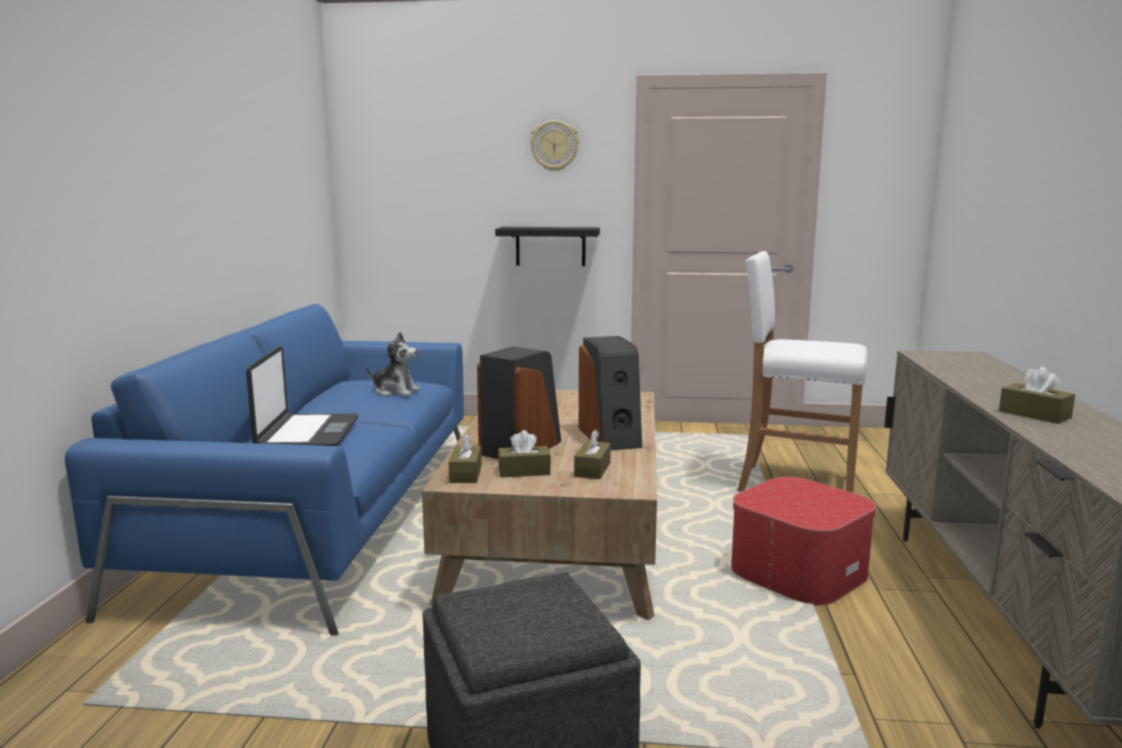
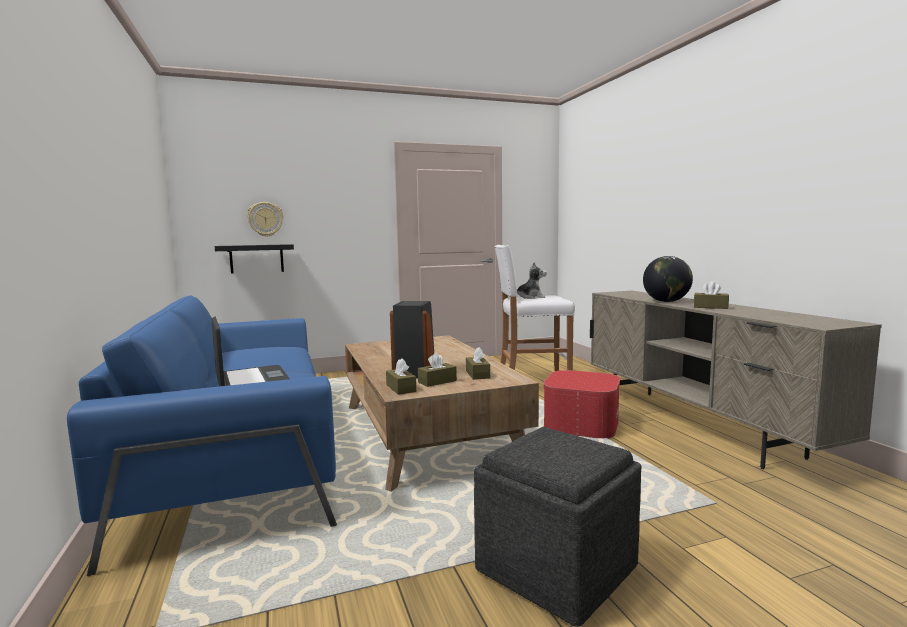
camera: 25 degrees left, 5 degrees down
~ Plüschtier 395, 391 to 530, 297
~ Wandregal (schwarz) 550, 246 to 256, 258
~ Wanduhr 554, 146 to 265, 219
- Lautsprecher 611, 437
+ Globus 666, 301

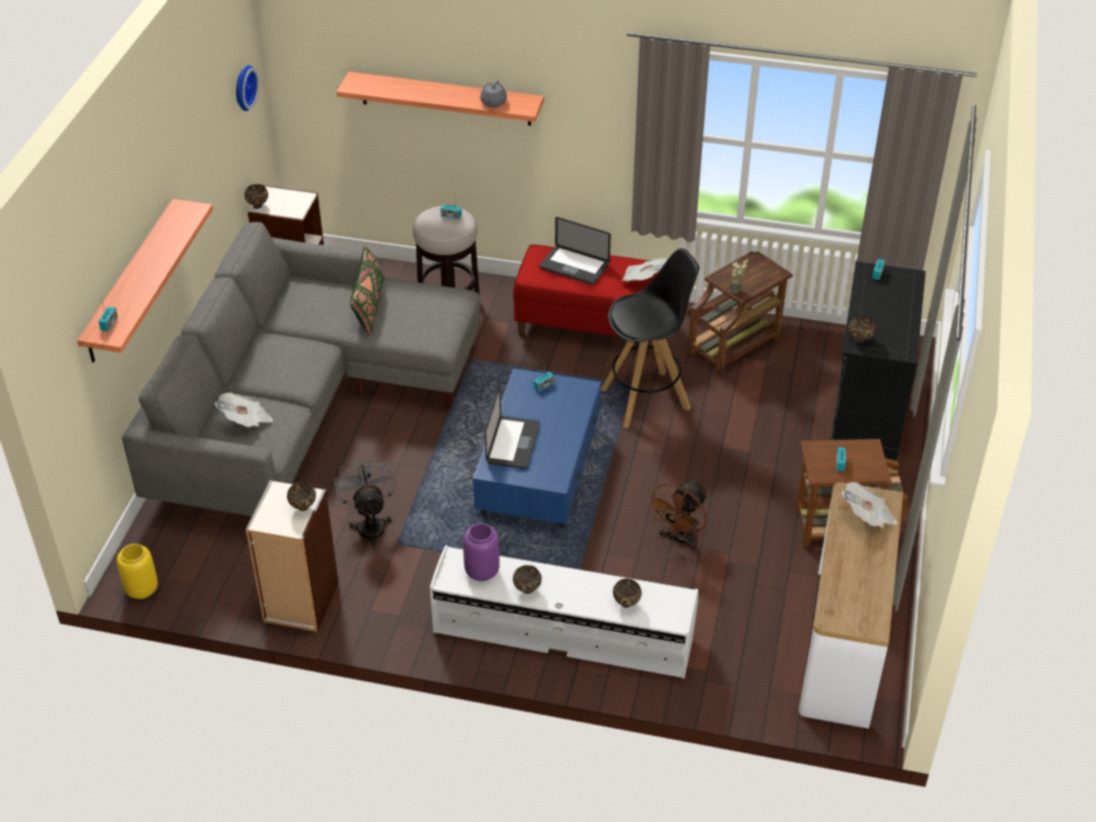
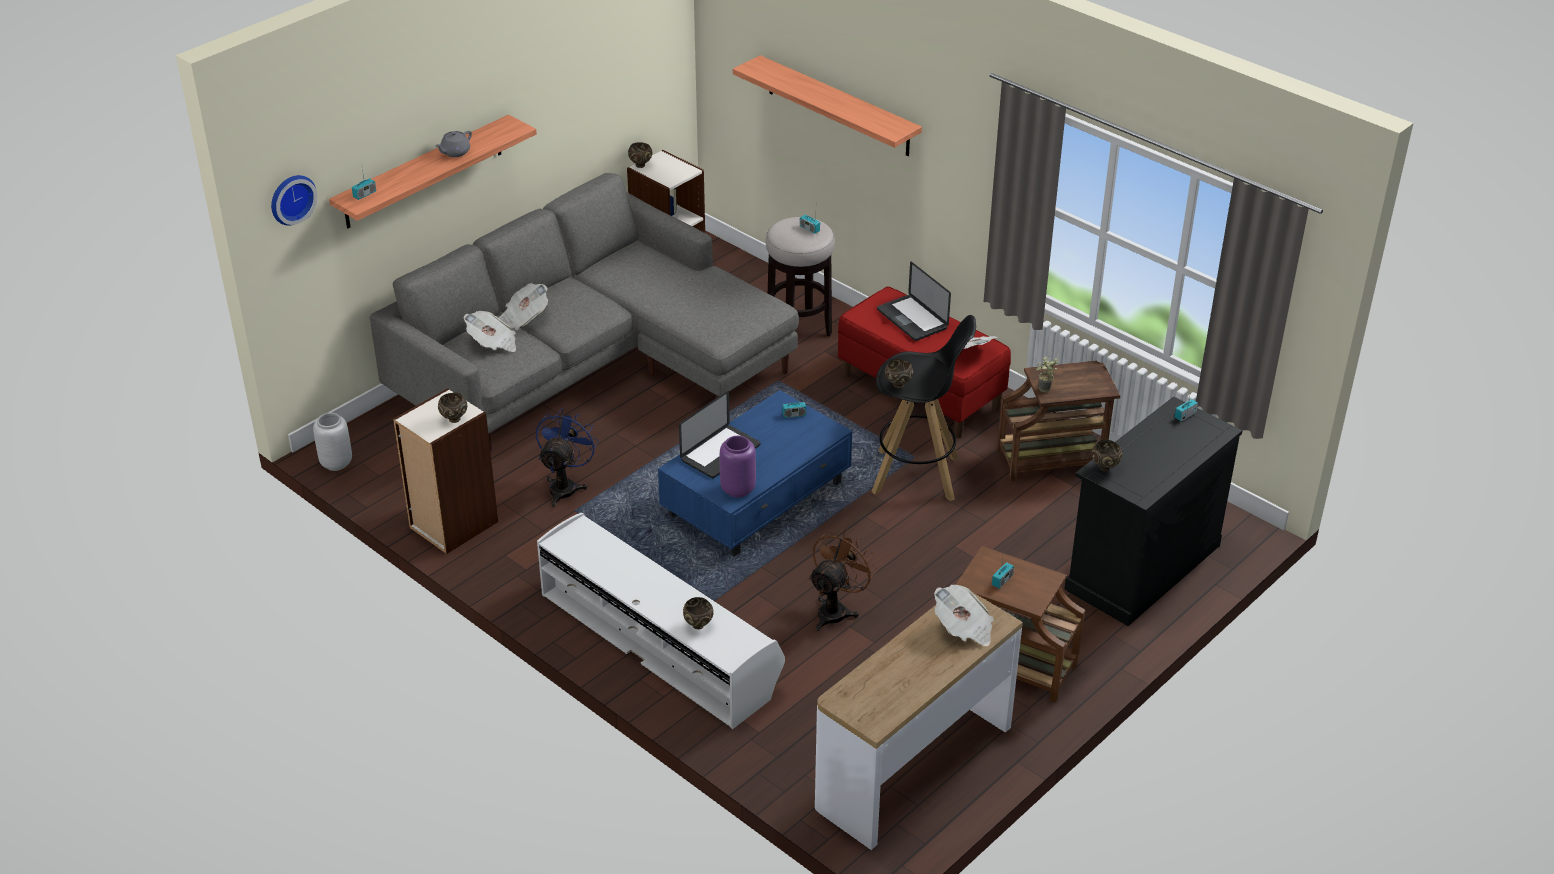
camera: 30 degrees right, 5 degrees down
~ Vase (gelb) 142, 589 to Vase (grau) 337, 463
~ Wanduhr 243, 87 to 291, 198
~ Ventilator (grau) 370, 525 to Ventilator (blau) 566, 486
- Kissen (grün) 369, 306
~ Vase (lila) 482, 572 to 737, 490
~ Teekanne (grau) 493, 102 to 455, 152
~ Schüssel (braun) 526, 590 to 897, 385
~ Ventilator (braun) 679, 540 = 836, 610 150 degrees clockwise
+ Zeitung 523, 318

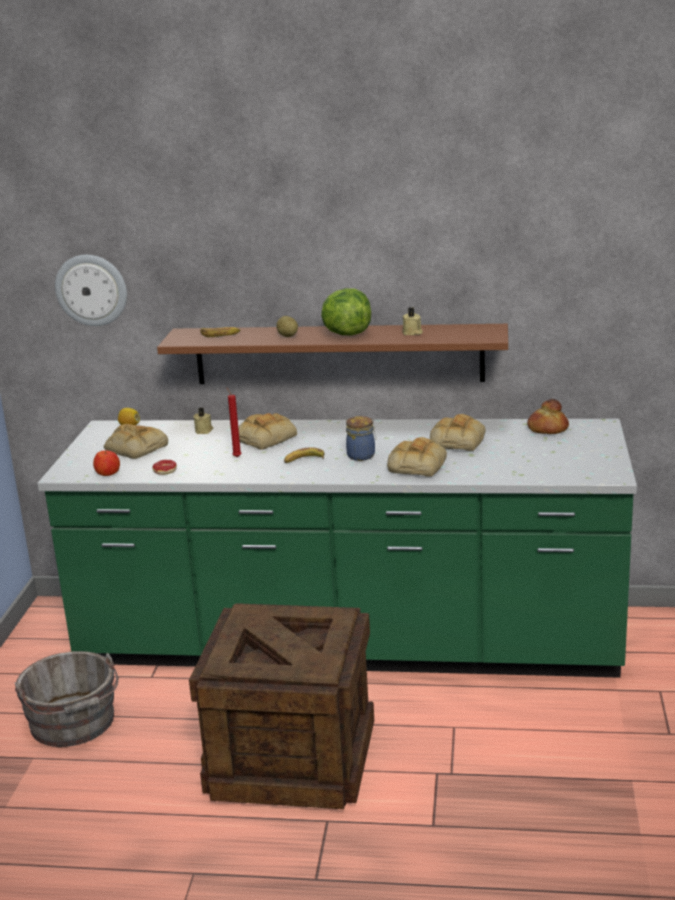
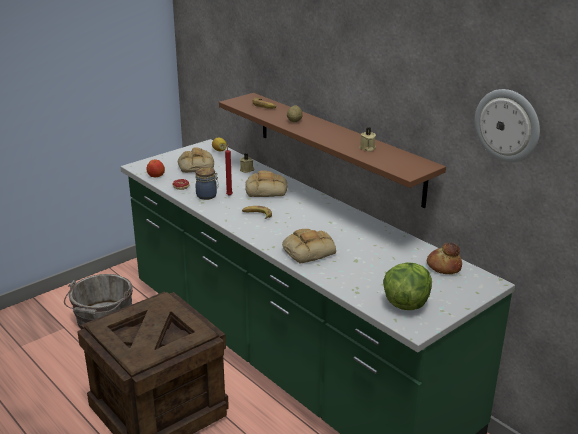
camera: 40 degrees right, 5 degrees up
~ Wanduhr 91, 290 to 507, 125
~ Salatkopf 346, 334 to 406, 303
~ Vorratsglas 362, 455 to 207, 196
- Brot 457, 440

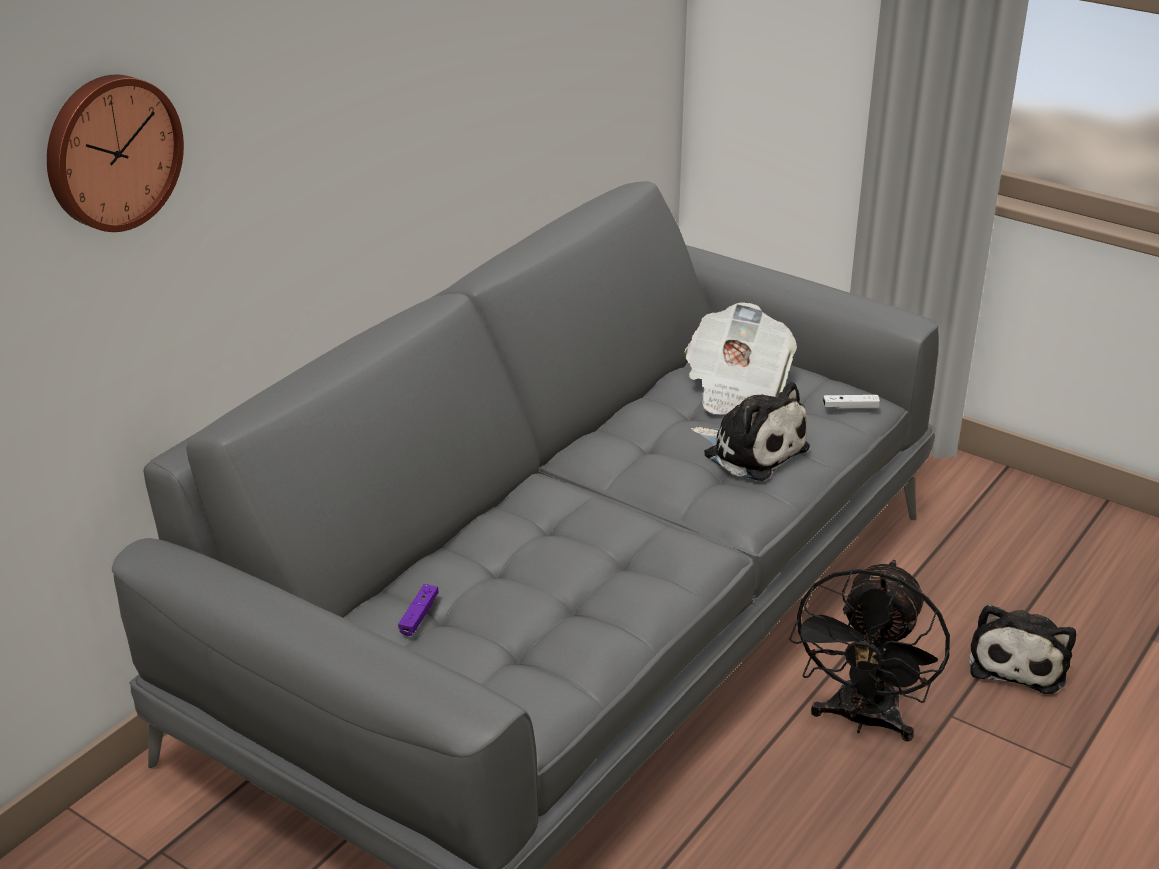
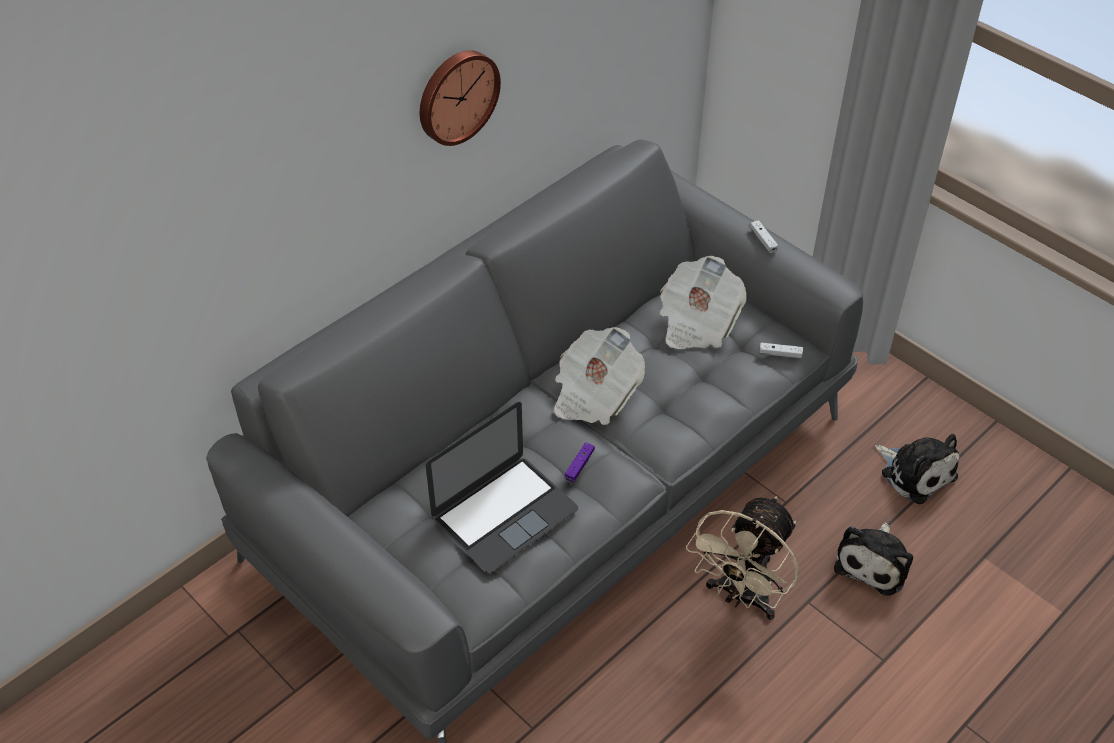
camera: 10 degrees right, 15 degrees up
~ Wanduhr 111, 152 to 456, 96
~ Gamepad (lila) 419, 615 to 579, 465
~ Plüschtier 751, 450 to 915, 472
~ Ventilator (schwarz) 862, 720 to Ventilator (beige) 742, 597
+ Laptop 505, 513
+ Zeitung 594, 394
+ Gamepad (weiß) 763, 240

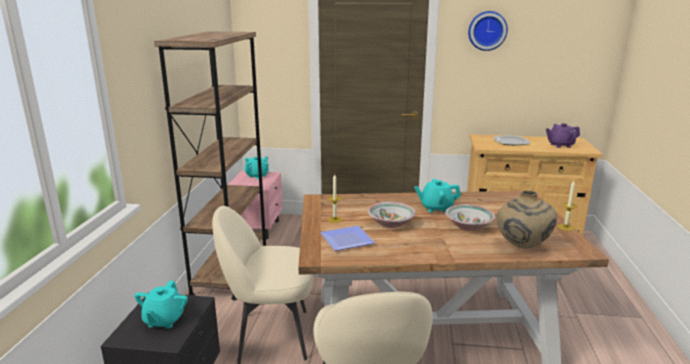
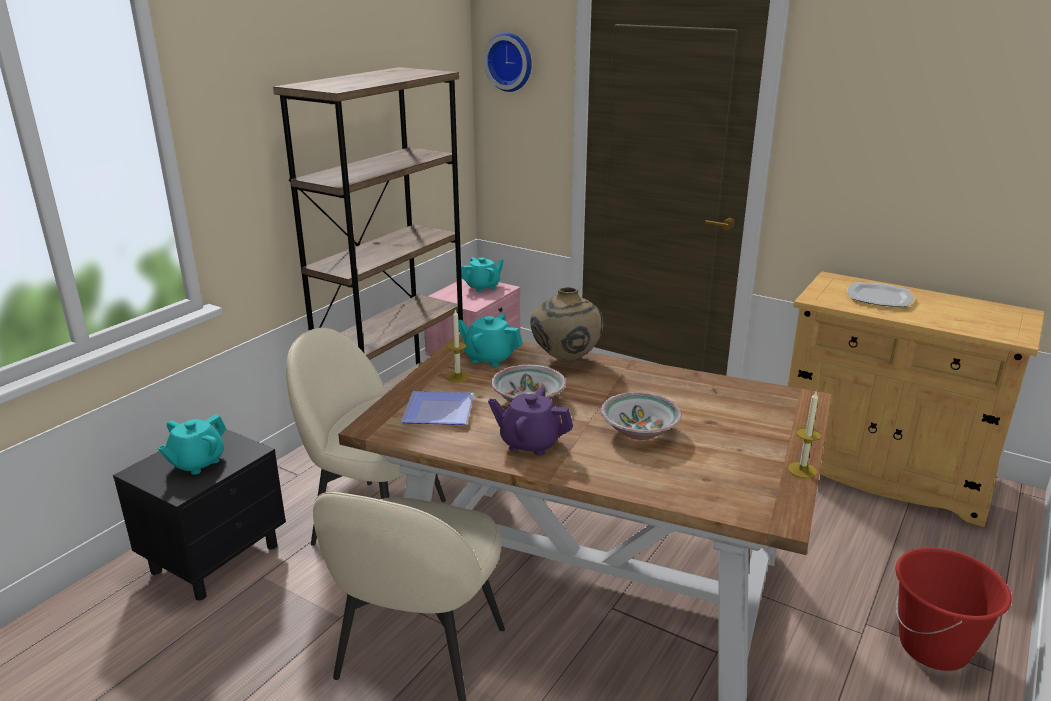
camera: 25 degrees right, 5 degrees up
~ Teekanne (türkis) 436, 208 to 489, 358
~ Wanduhr 487, 30 to 510, 61
~ Vase (beige) 521, 247 to 565, 360
~ Teekanne (lila) 560, 145 to 530, 443
+ Eimer (rot) 934, 647

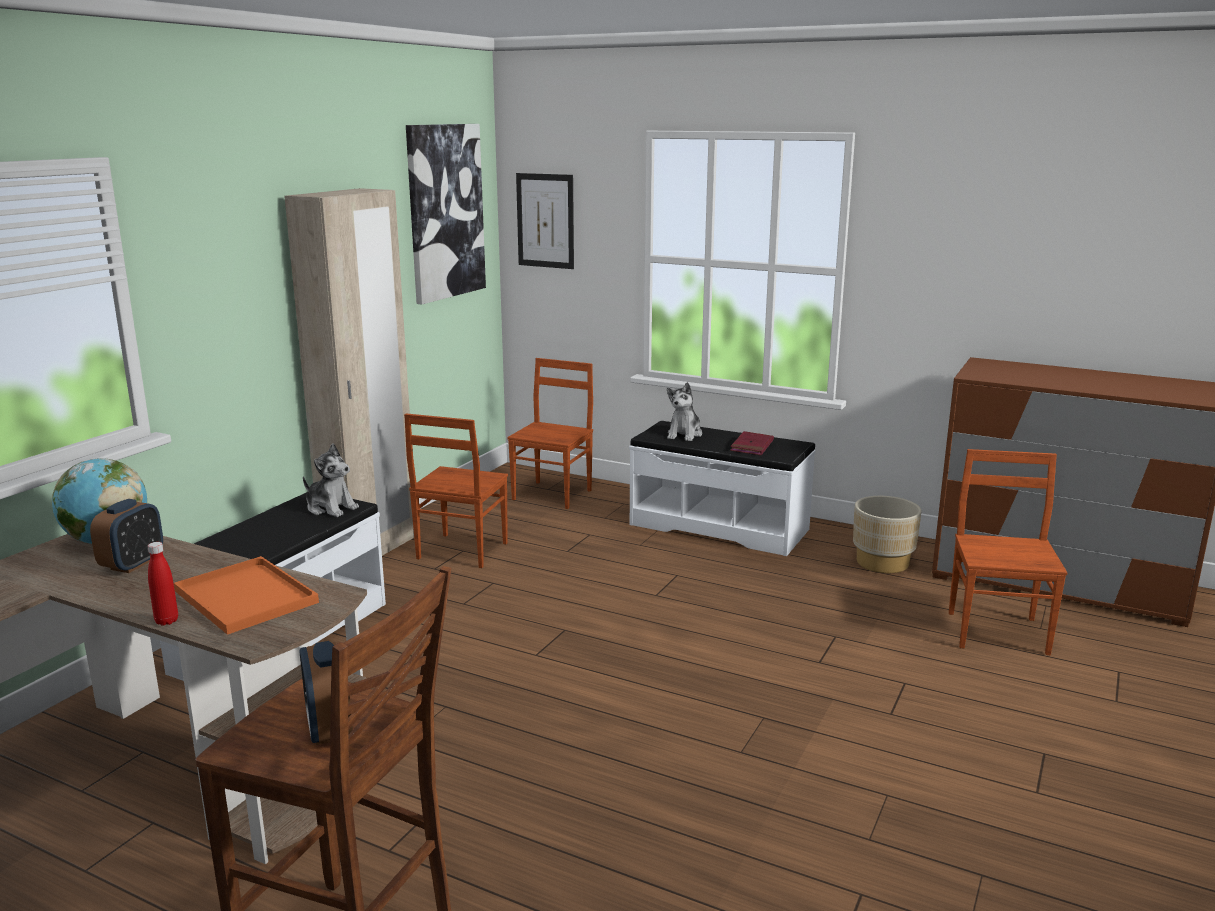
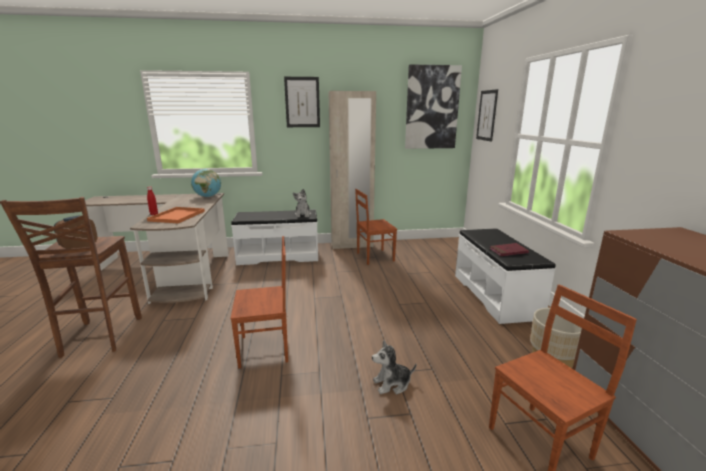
camera: 55 degrees right, 0 degrees up
- Wecker 133, 564
~ Stuhl (braun) 553, 494 to 265, 349
~ Plüschtier 684, 434 to 392, 384
+ Bild 302, 102

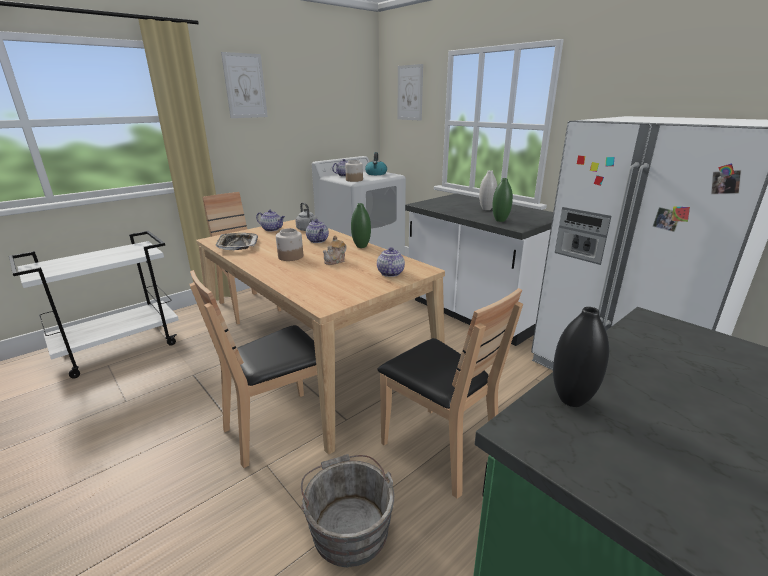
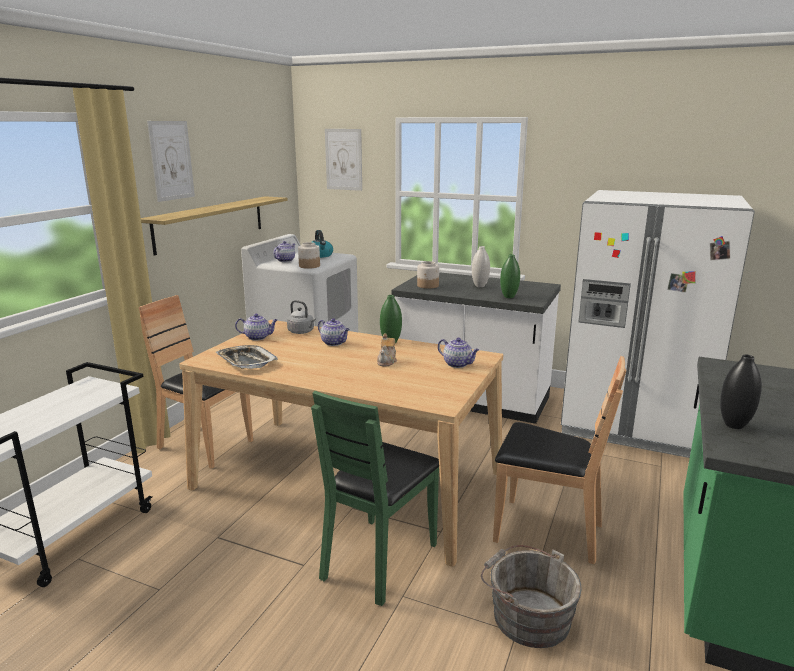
camera: 25 degrees left, 5 degrees down
~ Stuhl (braun) 278, 427 to Stuhl (grün) 379, 559
~ Vorratsglas 290, 257 to 428, 286
~ Teekanne 390, 273 = 458, 364 150 degrees clockwise
+ Wandregal 211, 223

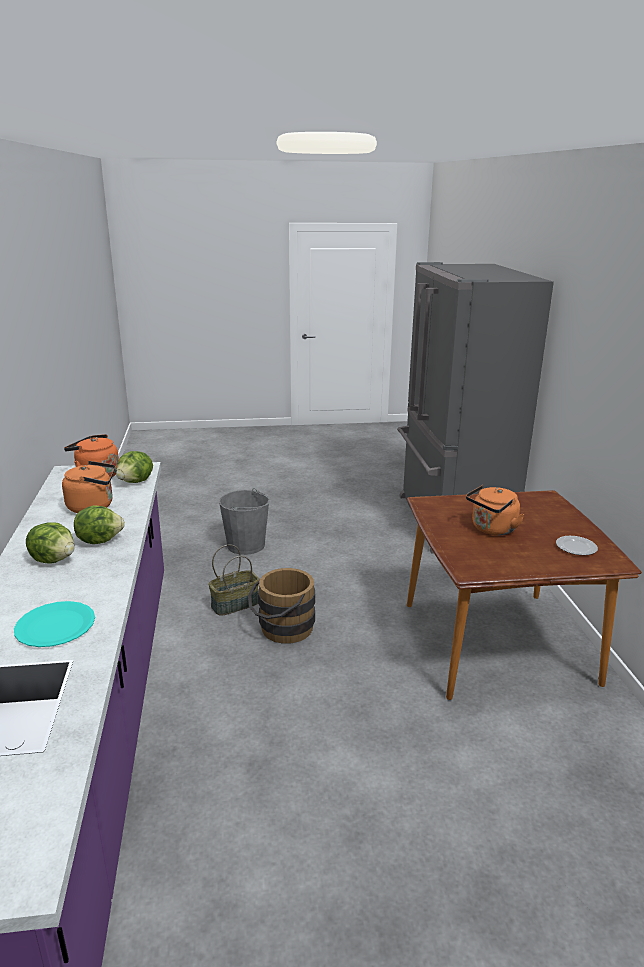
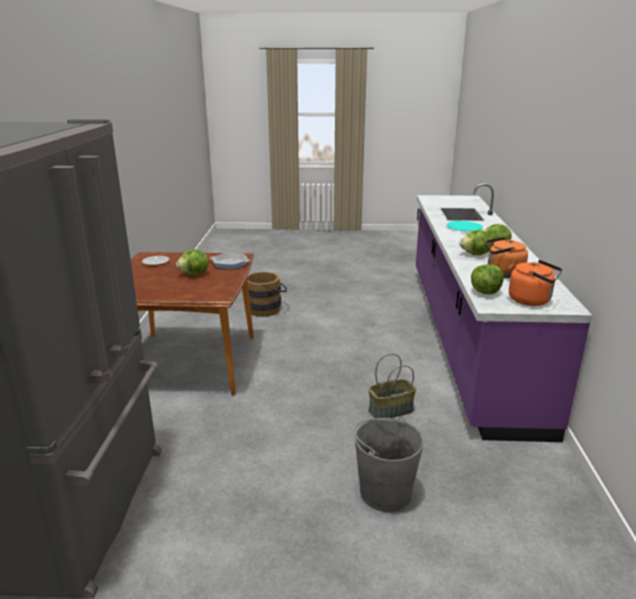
camera: 170 degrees left, 0 degrees up
~ Eimer (braun) 282, 629 to 267, 309
~ Wasserkessel (orange) 492, 529 to Salatkopf 194, 274
+ Pfanne 230, 263

